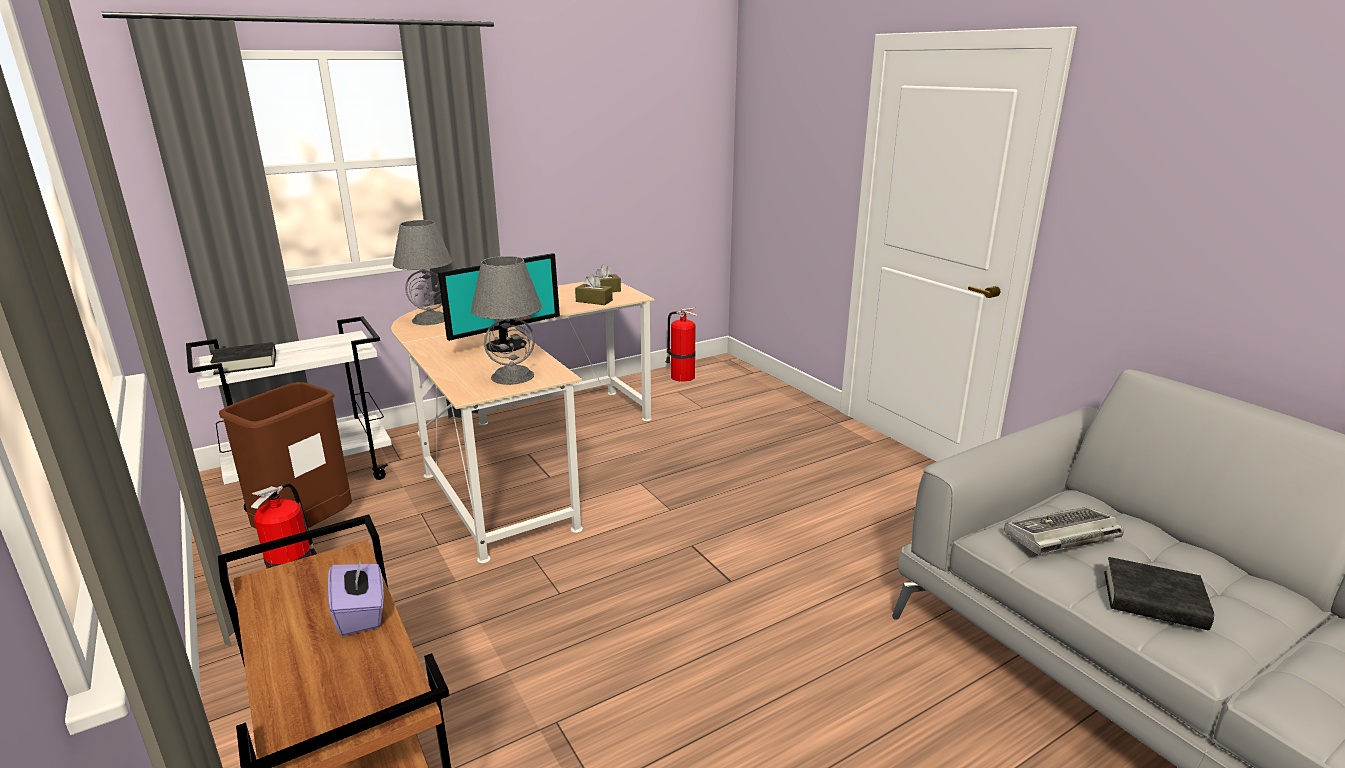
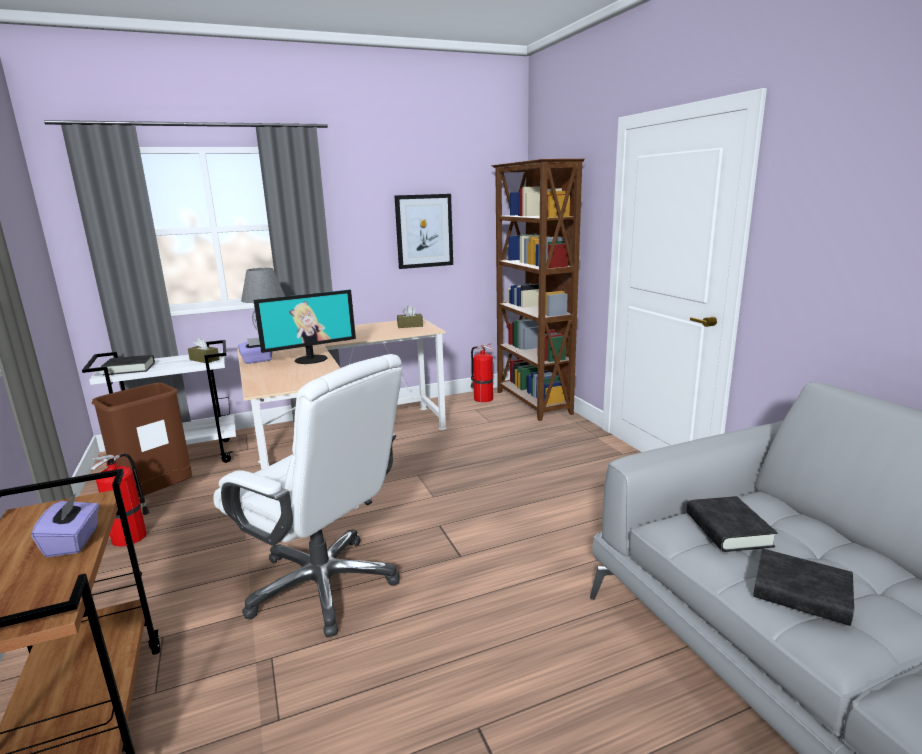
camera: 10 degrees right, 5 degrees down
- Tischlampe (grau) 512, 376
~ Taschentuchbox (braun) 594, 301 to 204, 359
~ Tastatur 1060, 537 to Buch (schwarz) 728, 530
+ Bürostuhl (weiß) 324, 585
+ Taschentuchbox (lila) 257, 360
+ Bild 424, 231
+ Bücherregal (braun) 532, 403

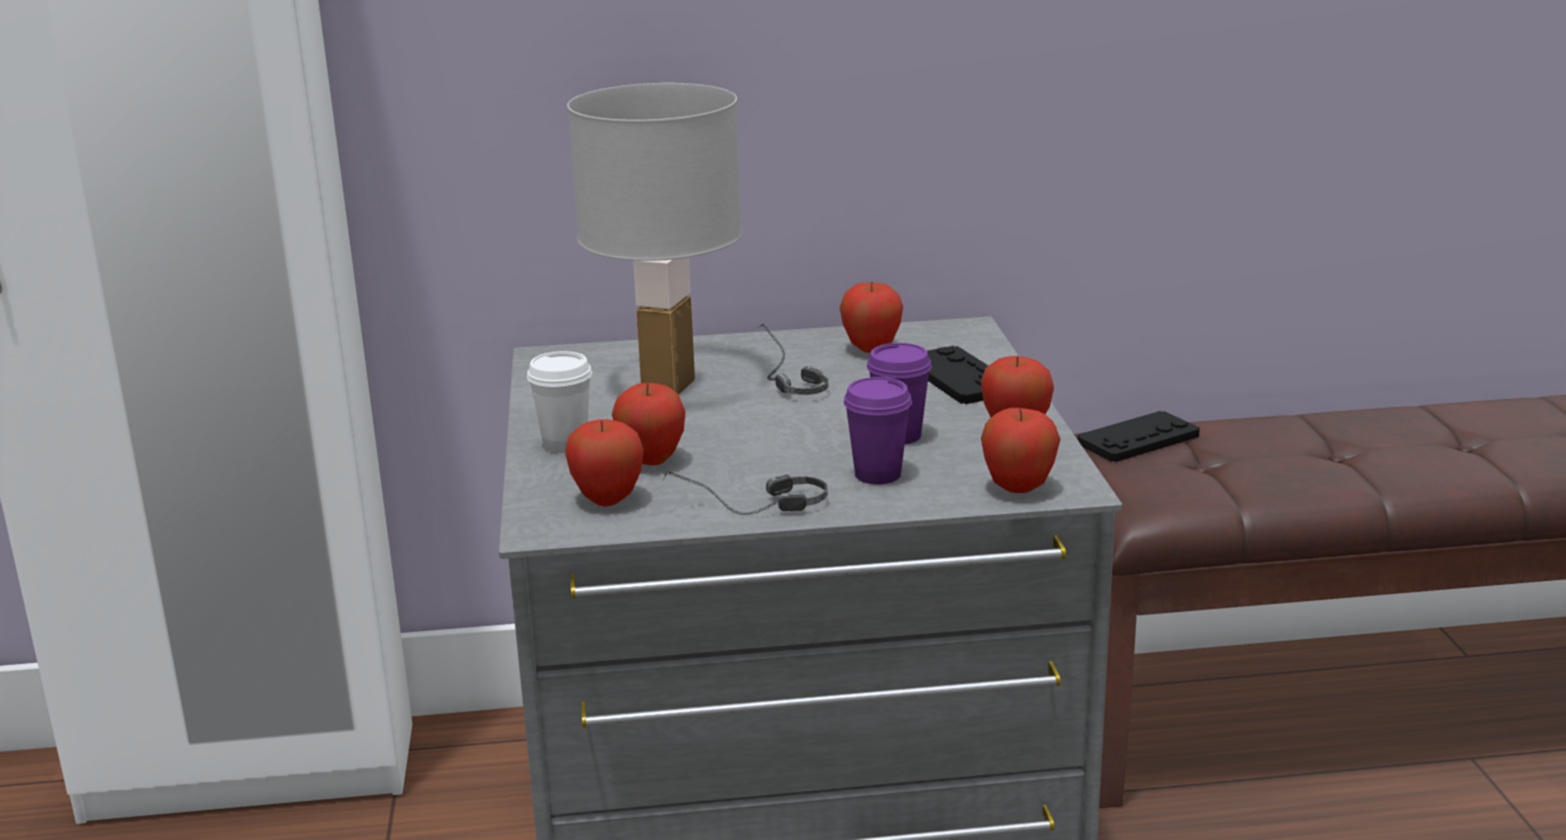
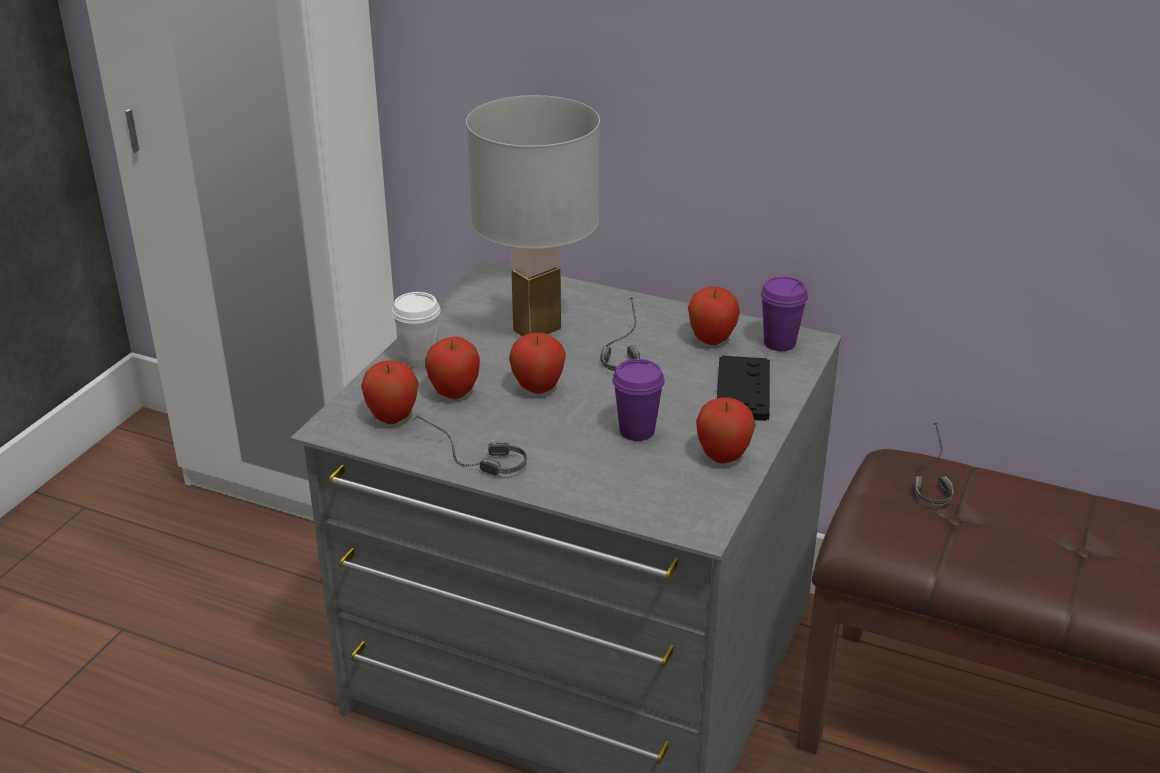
camera: 30 degrees right, 10 degrees up
~ Tasse (lila) 878, 475 to 779, 343
~ Apfel 1018, 489 to 538, 389
~ Gamepad (schwarz) 1138, 439 to Kopfhörer 926, 475

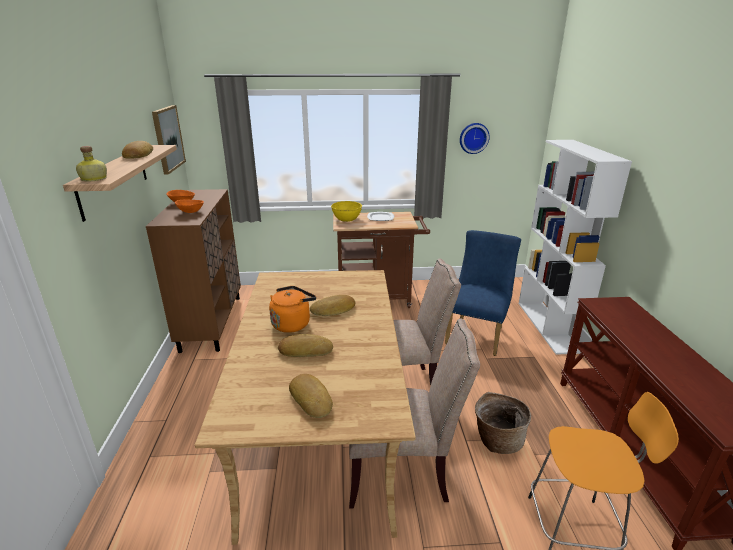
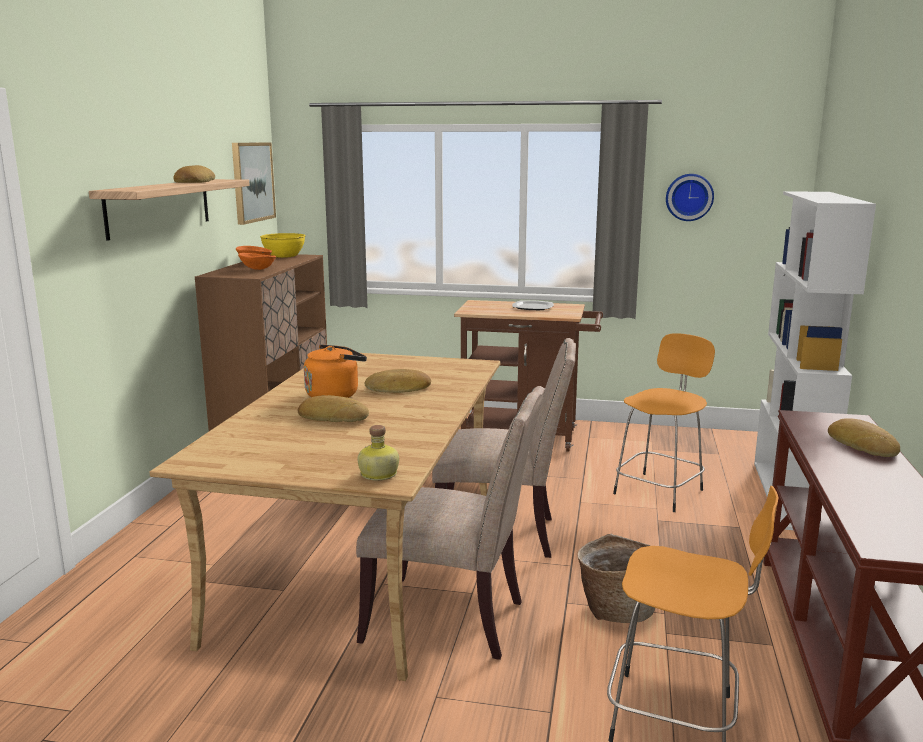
camera: 15 degrees right, 10 degrees down
~ Flasche 93, 179 to 378, 474
~ Brot 312, 398 to 863, 445
~ Schüssel (gelb) 346, 219 to 284, 256
~ Stuhl (blau) 477, 333 to Hocker (orange) 660, 491

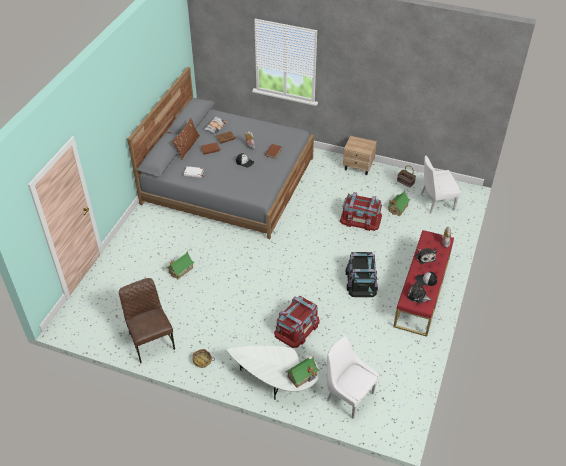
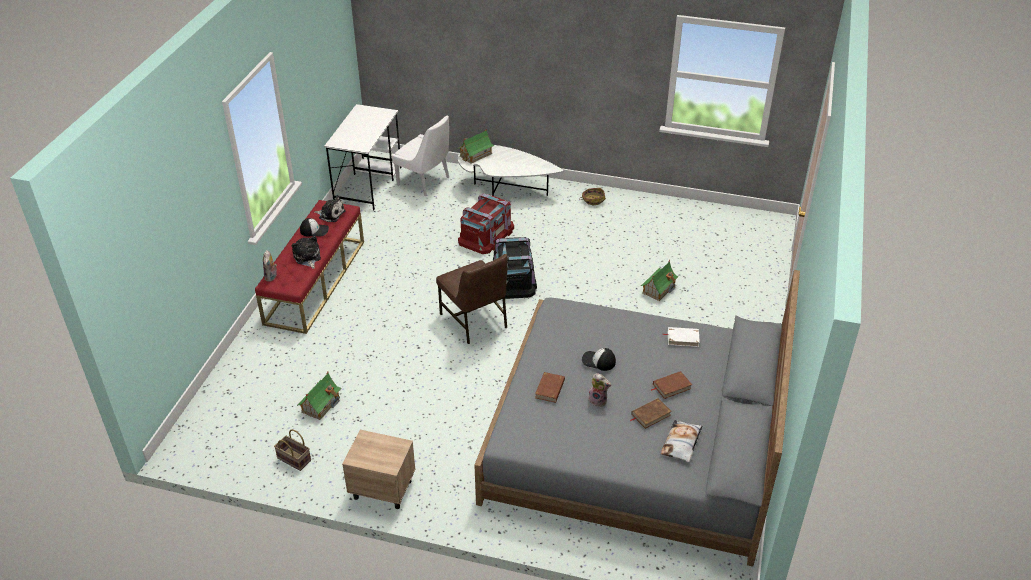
camera: 175 degrees right, 5 degrees down
~ Stuhl (braun) 151, 341 to 474, 321
- Kissen (braun) 187, 147
- Aufbewahrungsbox (rot) 360, 219
~ Aufbewahrungsbox (schwarz) 361, 280 to 513, 278
- Stuhl (weiß) 435, 202
+ Schreibtisch (weiß) 368, 184

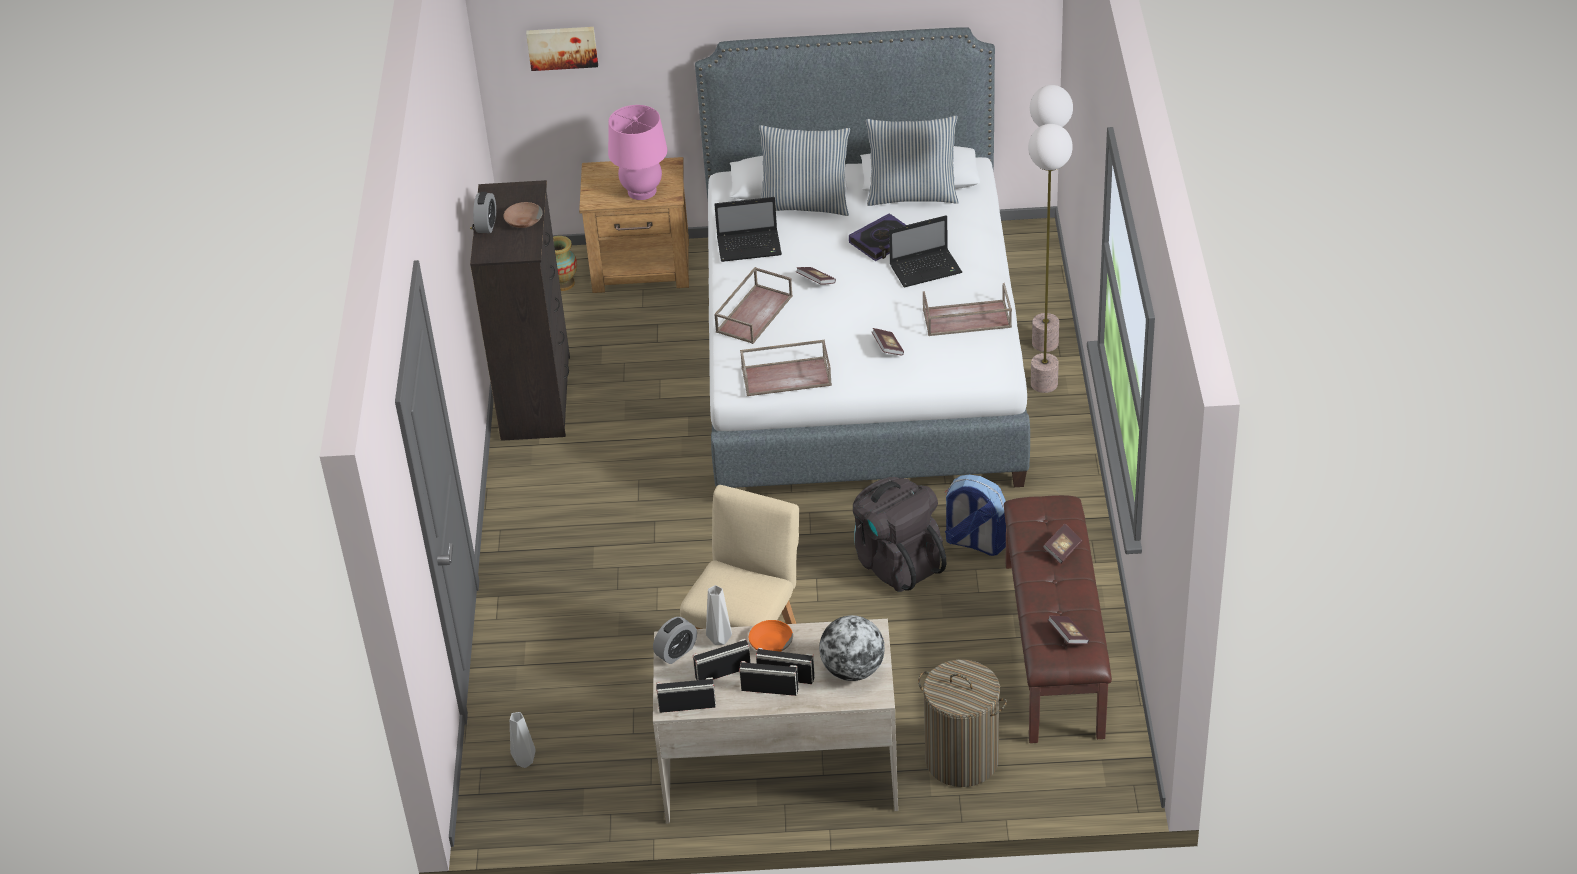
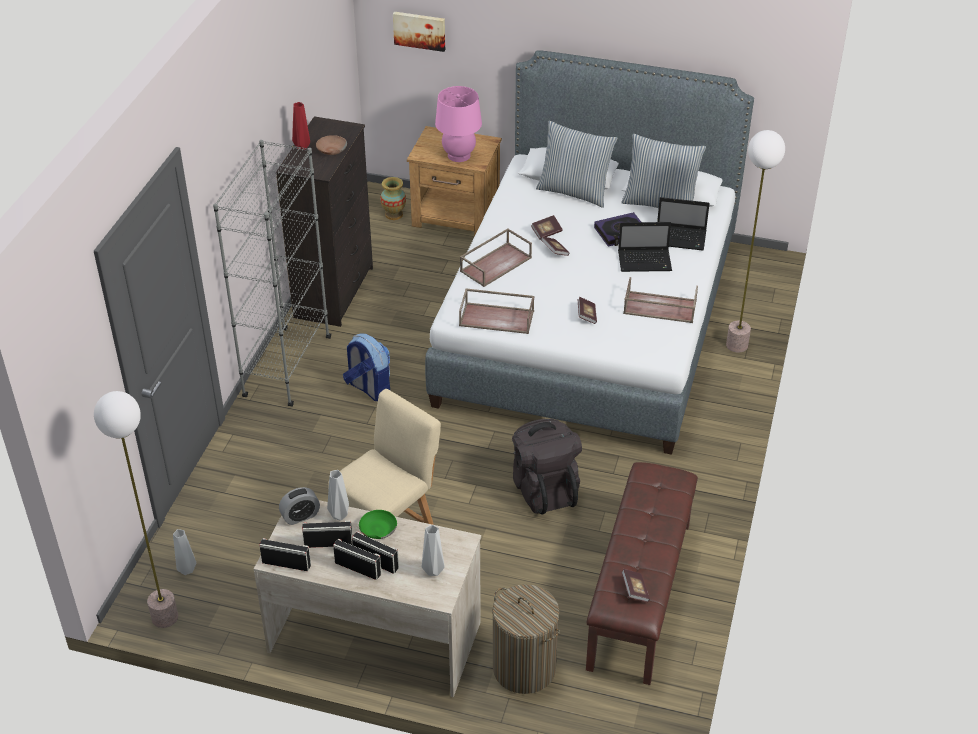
camera: 15 degrees right, 0 degrees up
~ Wecker 486, 225 to Vase (rot) 303, 147
~ Laptop 750, 247 to 681, 238
~ Schüssel (orange) 770, 643 to Schüssel (grün) 377, 529
~ Globus 853, 670 to Vase (grau) 432, 571
~ Rucksack 974, 542 to 369, 388
~ Stehlampe 1044, 383 to 165, 617
~ Buch 1062, 550 to 546, 232
+ Bücherregal (grau) 287, 367

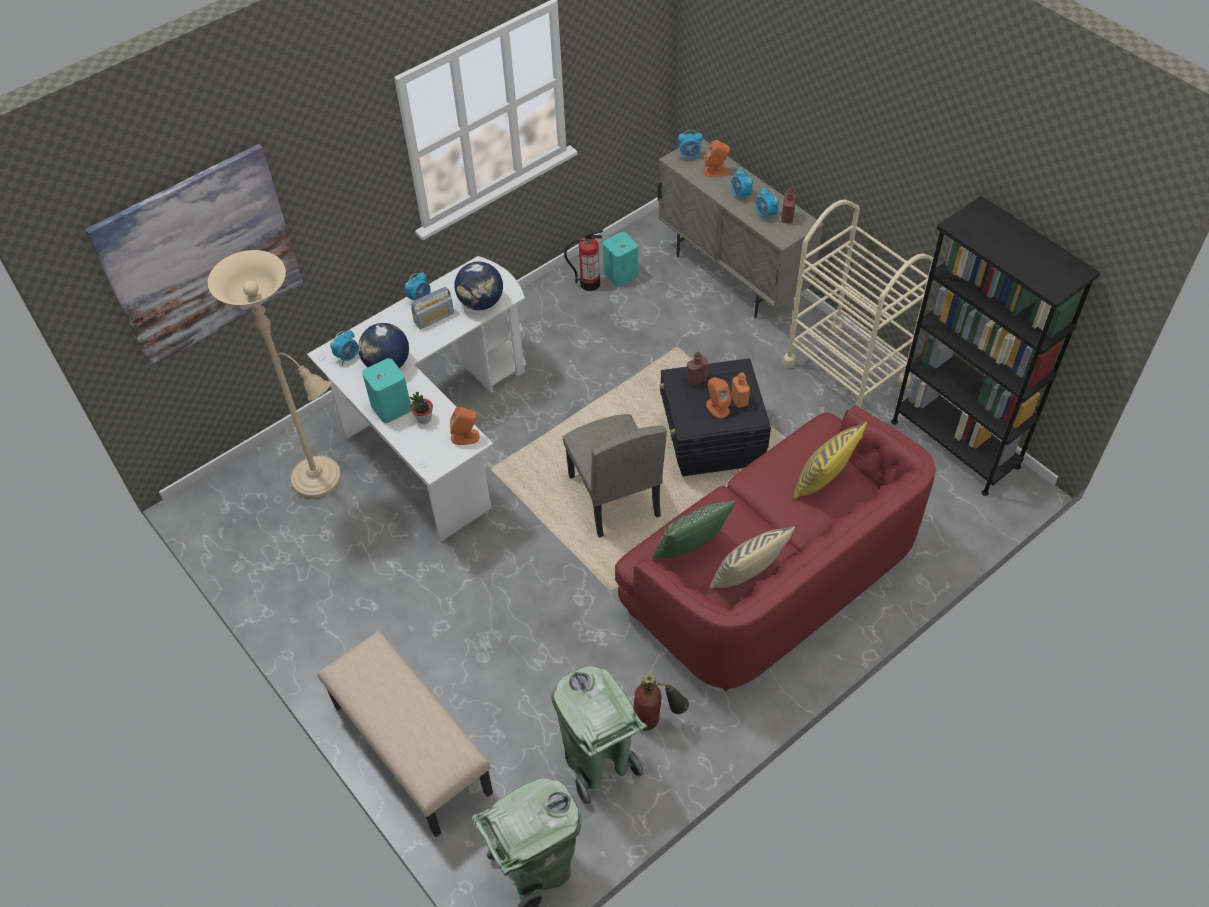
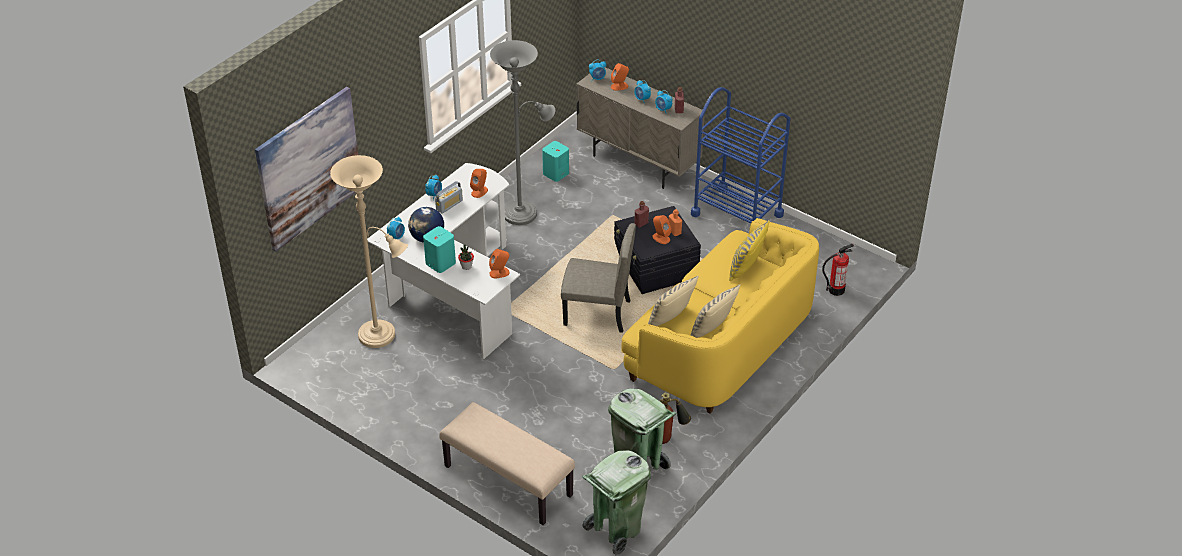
camera: 15 degrees left, 10 degrees down
~ Globus 481, 303 to Lautsprecher (orange) 479, 191
~ Stuhl (beige) 613, 496 = 597, 313 45 degrees counterclockwise
~ Feuerlöscher 590, 283 to 836, 290
~ Sofa (rot) 772, 577 to Sofa (gelb) 721, 344
~ Kissen (grün) 691, 548 to Kissen (beige) 670, 319
~ Rollwagen (beige) 845, 373 to Rollwagen (blau) 737, 214
- Bücherregal (schwarz) 955, 444
+ Stehlampe (grau) 524, 212

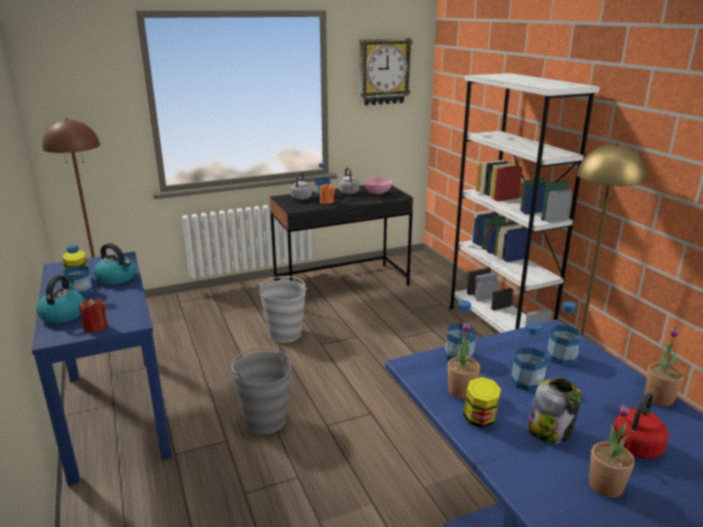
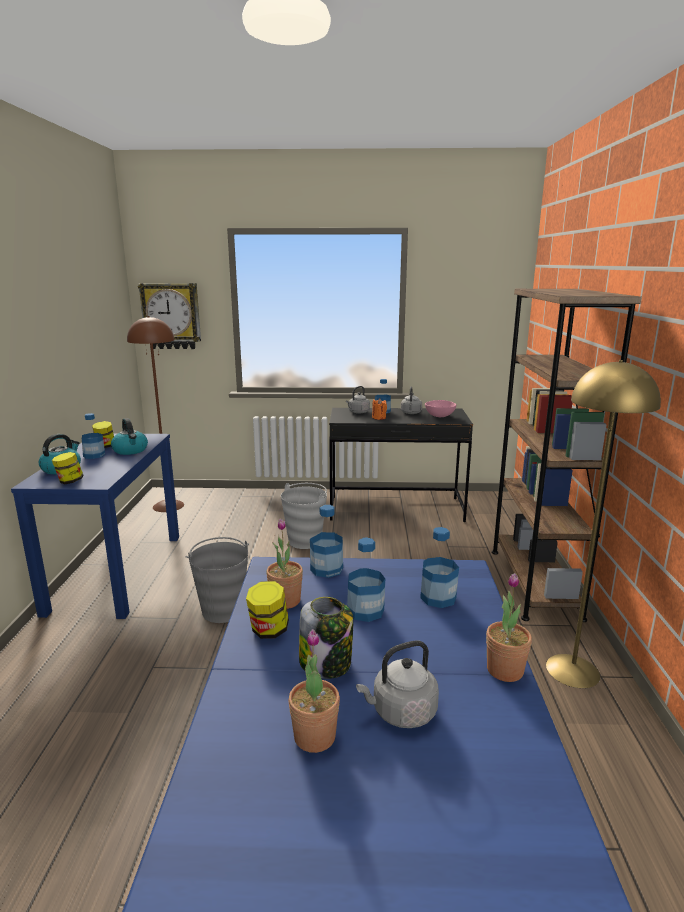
camera: 25 degrees right, 5 degrees down
~ Kerze (rot) 95, 327 to Vorratsglas 70, 481
~ Wanduhr 383, 71 to 171, 316
~ Bücherregal (weiß) 498, 326 to Bücherregal (braun) 534, 583
~ Wasserkessel (rot) 635, 449 to Wasserkessel (grau) 401, 712

